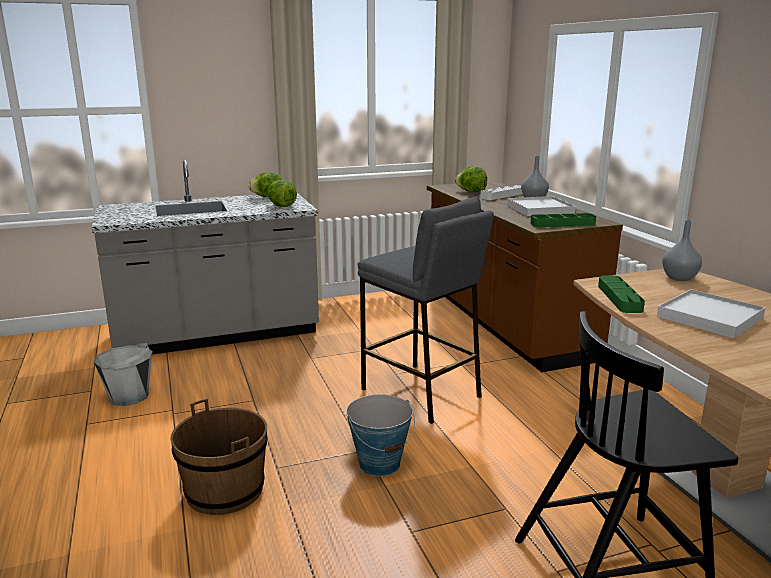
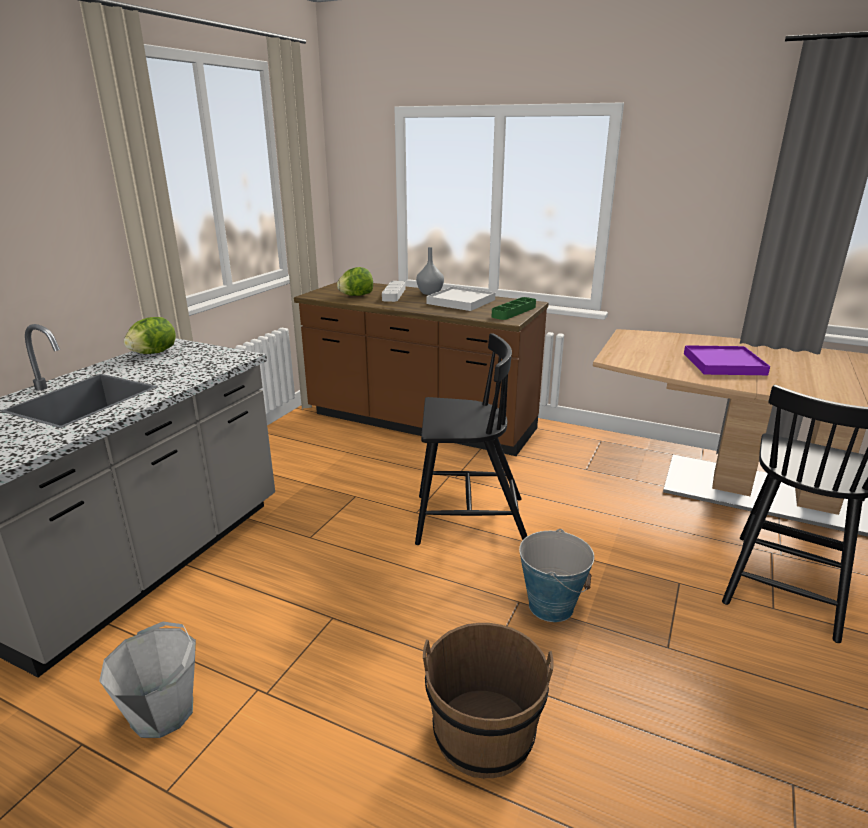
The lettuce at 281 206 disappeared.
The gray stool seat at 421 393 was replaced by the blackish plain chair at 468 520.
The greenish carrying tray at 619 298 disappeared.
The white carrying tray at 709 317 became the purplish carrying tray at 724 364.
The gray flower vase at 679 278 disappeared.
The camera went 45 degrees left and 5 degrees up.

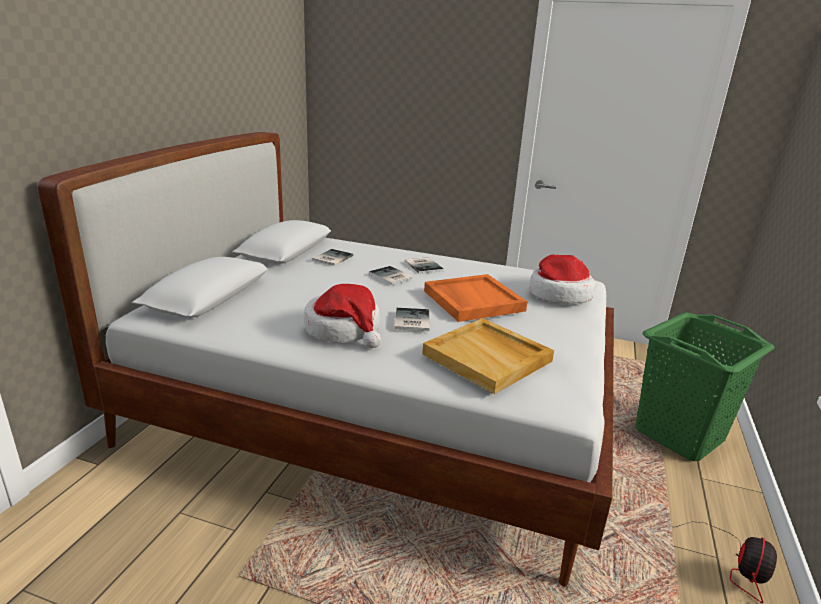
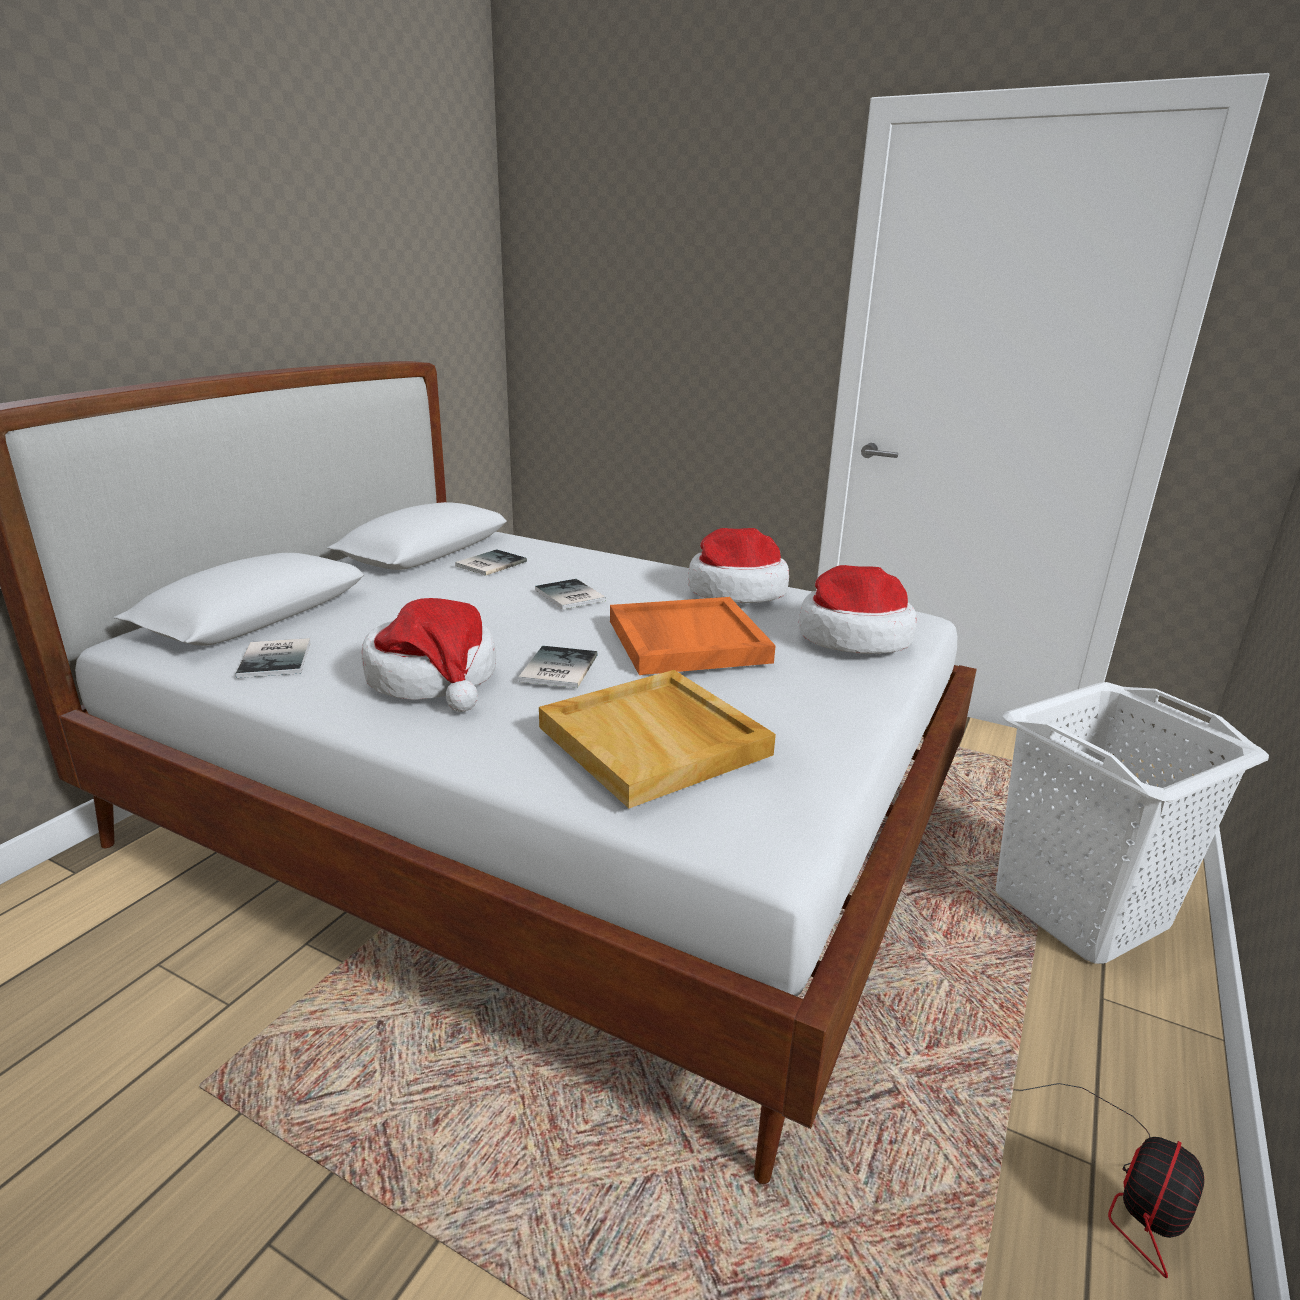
The volume moved from 424 265 to 278 658.
The greenish washing basket at 680 434 became the white washing basket at 1081 909.
The clothing hat at 736 591 appeared.
The camera went 10 degrees right and 0 degrees up.

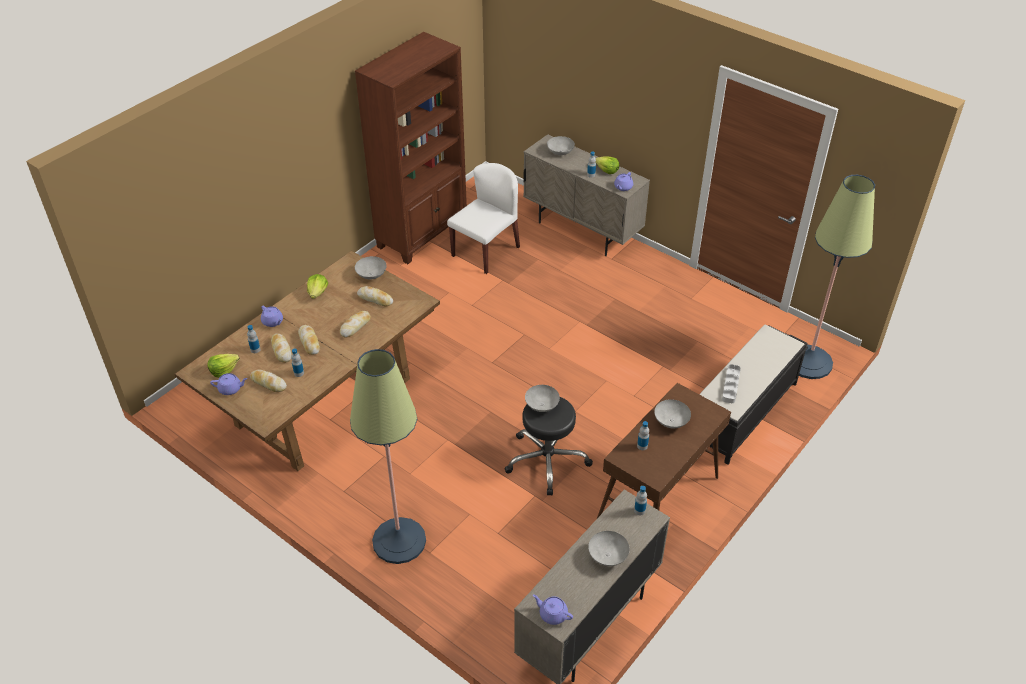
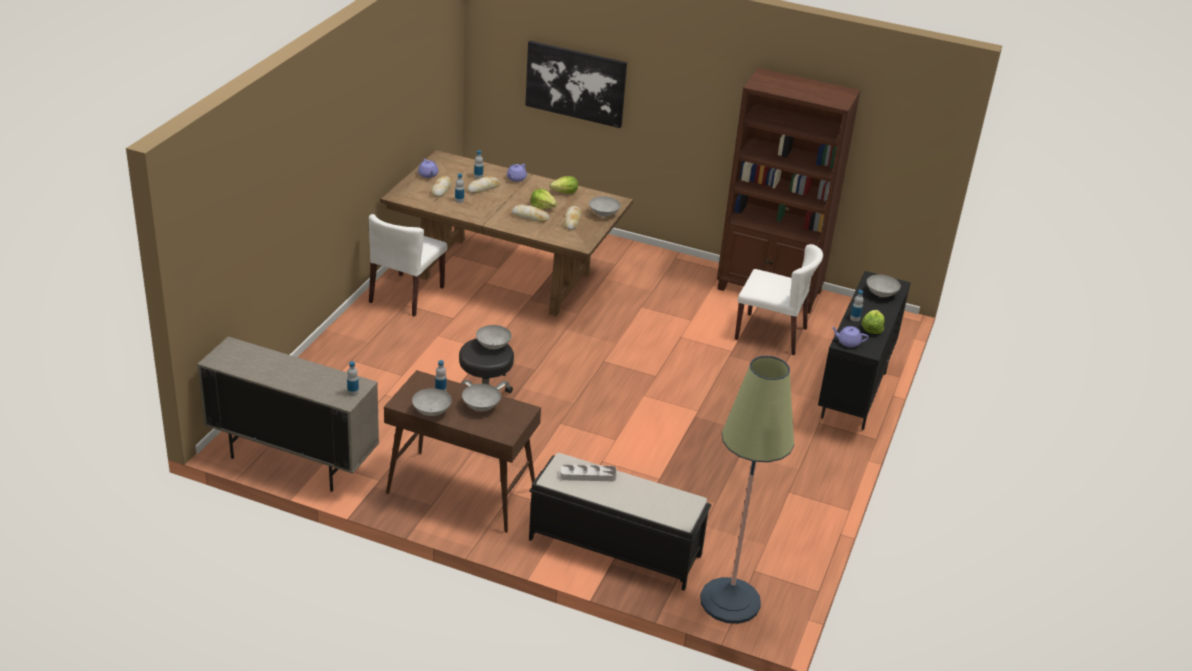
The lettuce moved from 223 370 to 543 206.
The bakery bread at 309 342 disappeared.
The floor lamp at 399 541 disappeared.
The beige-coloured cabinet at 582 231 became the blackish cabinet at 853 395.
The purplish tea pot at 552 614 disappeared.
The gray deep dish moved from 608 556 to 431 412.
The white plain chair at 406 295 appeared.
The wall art at 575 83 appeared.
The camera went 70 degrees right and 10 degrees down.

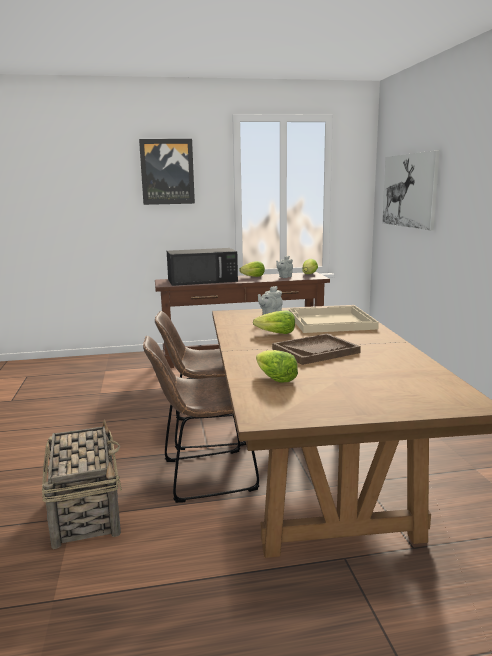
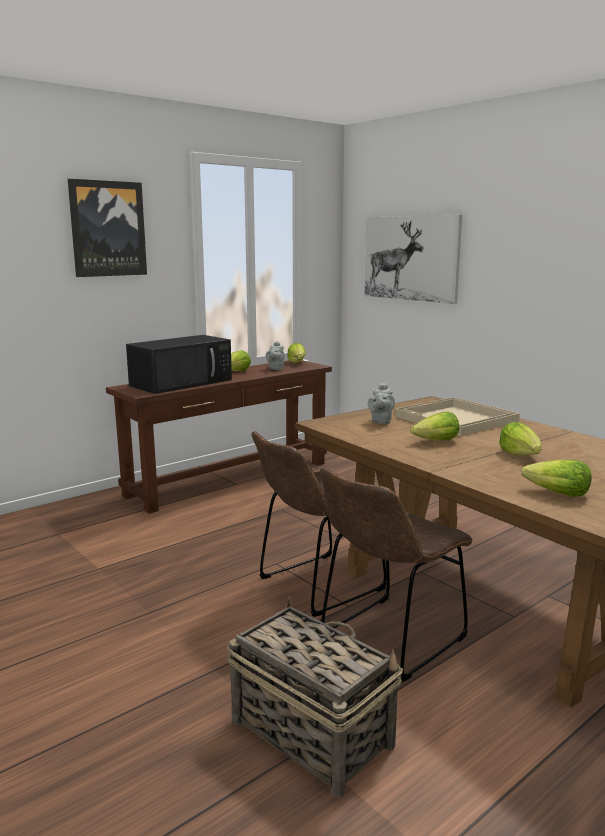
The brownish carrying tray at 315 351 was replaced by the lettuce at 521 455.
The camera went 30 degrees left and 0 degrees up.

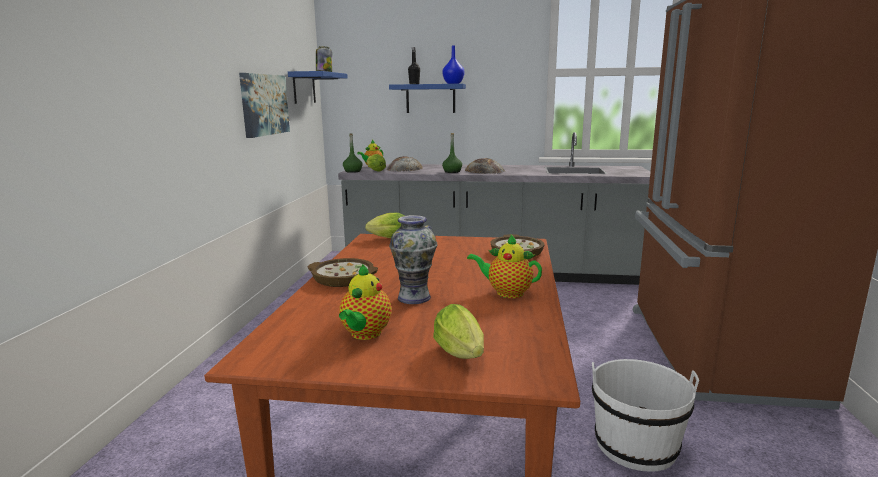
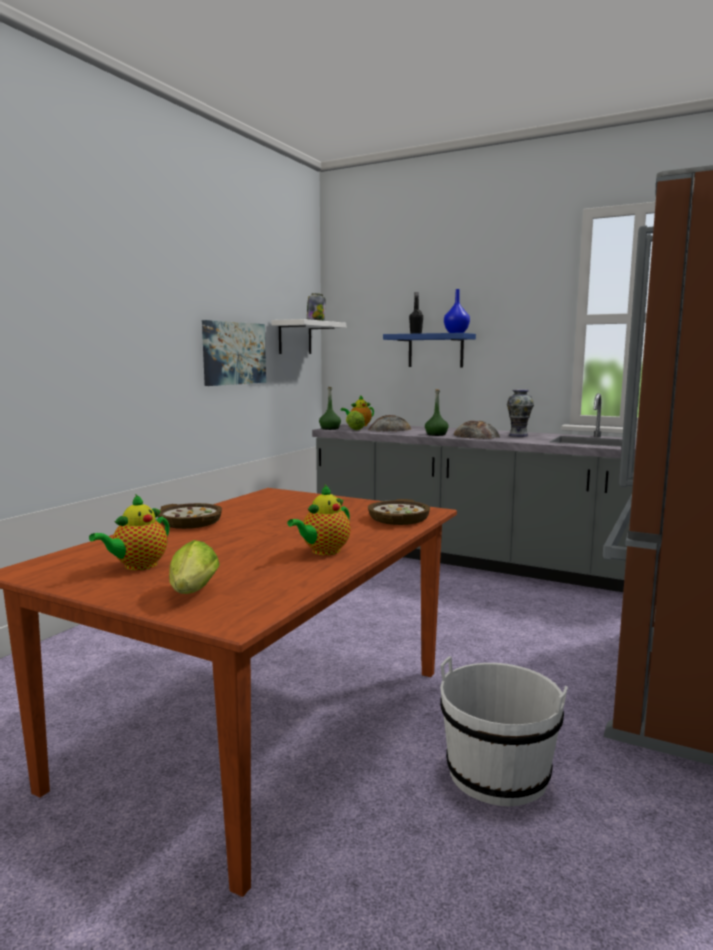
The bluish shelf at 304 88 became the white shelf at 295 338.
The lettuce at 387 238 disappeared.
The flower vase moved from 414 297 to 518 435.
The tea pot at 506 293 turned 90 degrees counterclockwise.
The camera went 20 degrees right and 5 degrees down.

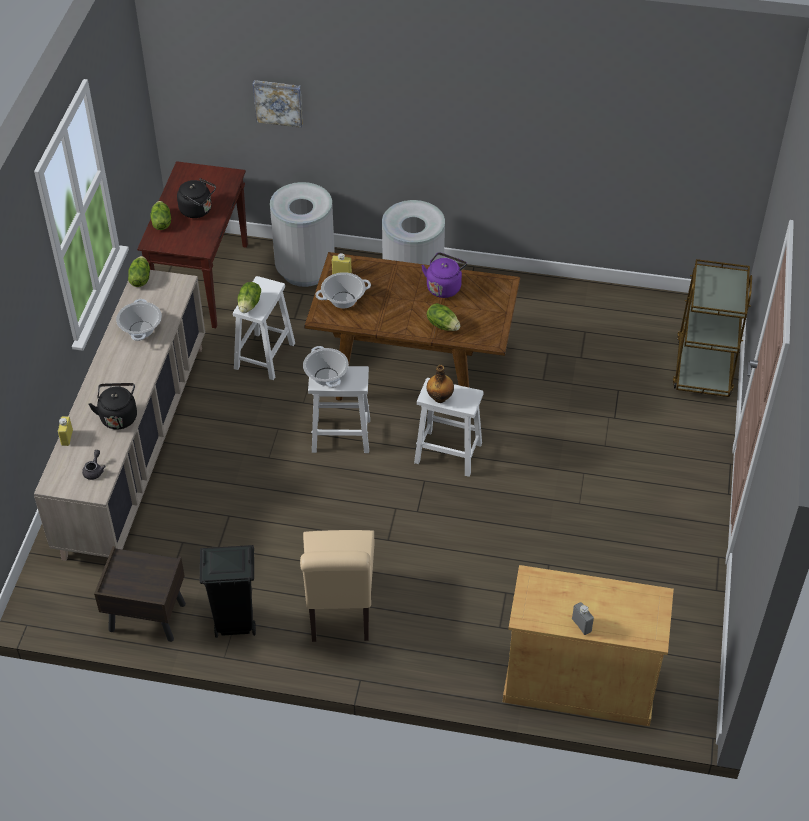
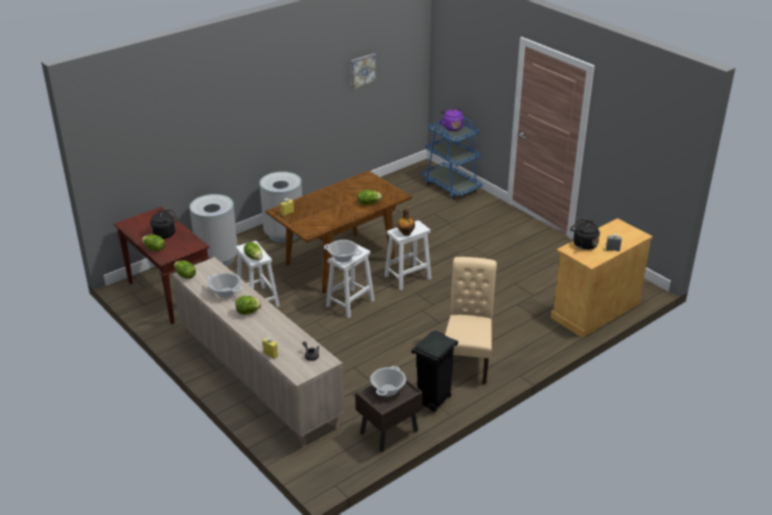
The blackish water kettle moved from 118 416 to 583 244.
The wall art moved from 278 102 to 362 70.
The beige-coloured plain chair at 340 611 turned 120 degrees counterclockwise.
The saucepot moved from 343 300 to 388 389.
The purplish water kettle moved from 444 286 to 451 127.
The brownish cart at 703 366 became the bluish cart at 451 186.
The lettuce at 248 312 appeared.
The camera went 50 degrees left and 15 degrees down.

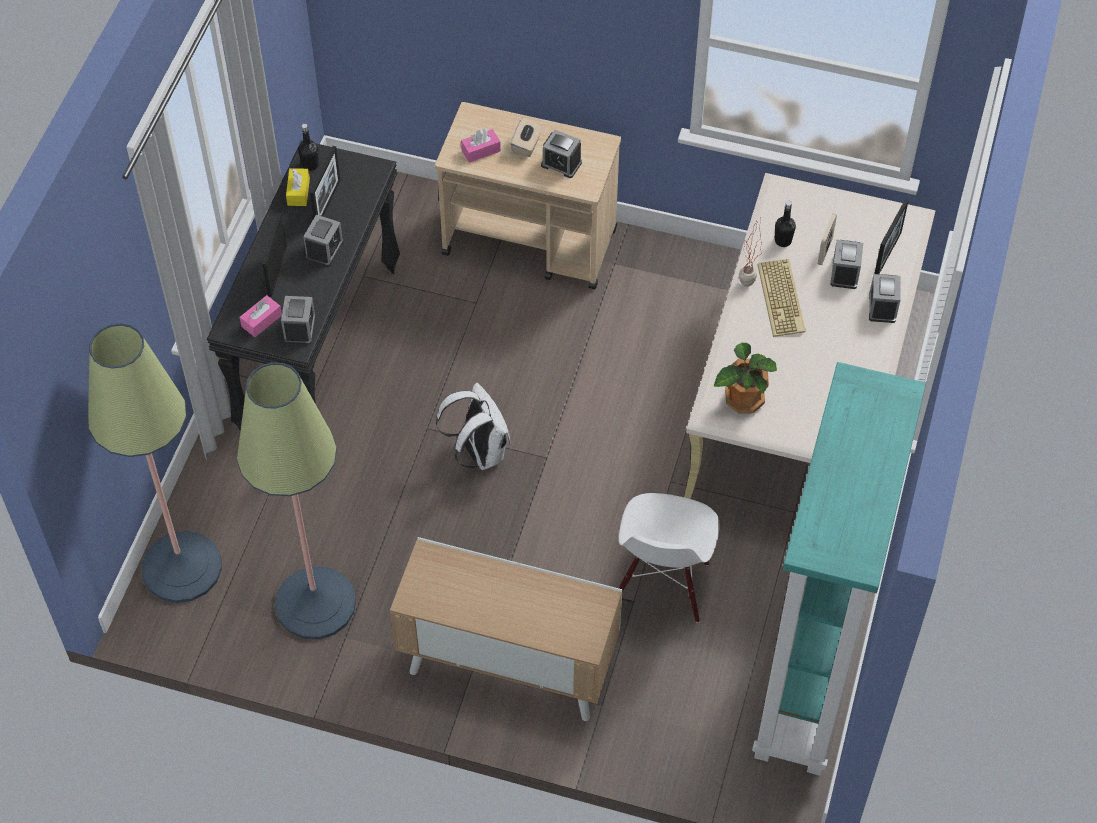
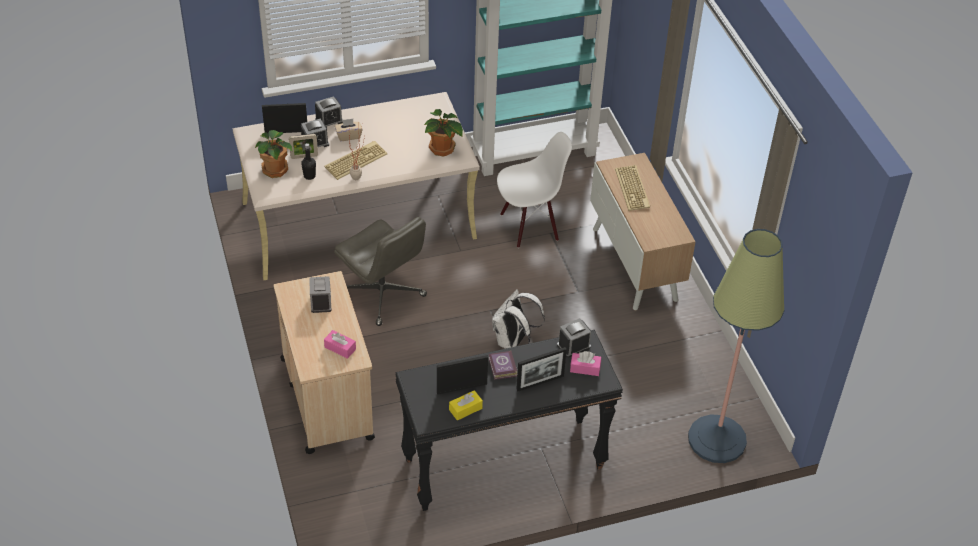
The floor lamp at 315 603 disappeared.
The blackish beverage bottle at 310 165 disappeared.
The bedside clock at 324 250 was replaced by the volume at 502 368.
The beige-coloured box of tissues moved from 526 145 to 348 136.
The potted plant at 276 169 appeared.
The gray computer chair at 383 294 appeared.
The PC keyboard at 633 189 appeared.
The camera went 125 degrees left and 10 degrees down.

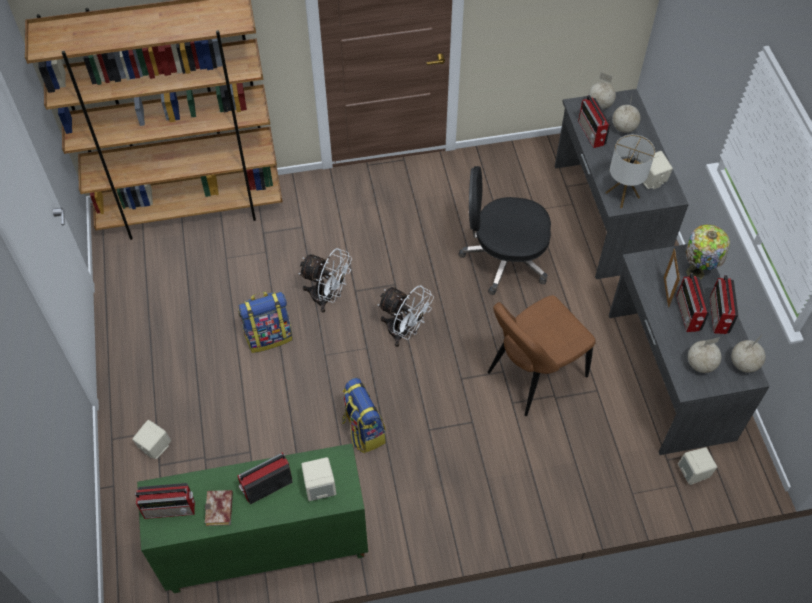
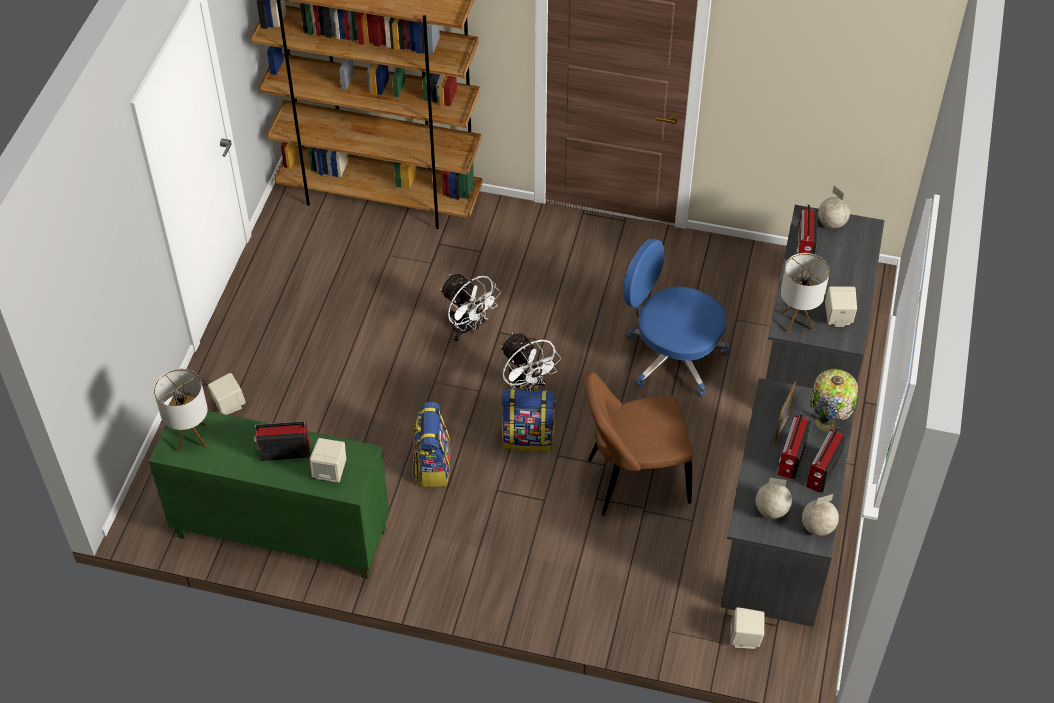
The radio receiver at 171 509 was replaced by the lamp for a table at 191 437.
The volume at 220 511 disappeared.
The backpack moved from 269 336 to 528 437.
The blackish computer chair at 504 259 became the bluish computer chair at 672 356.
The globe at 624 128 disappeared.
The camera went 25 degrees right and 5 degrees down.

